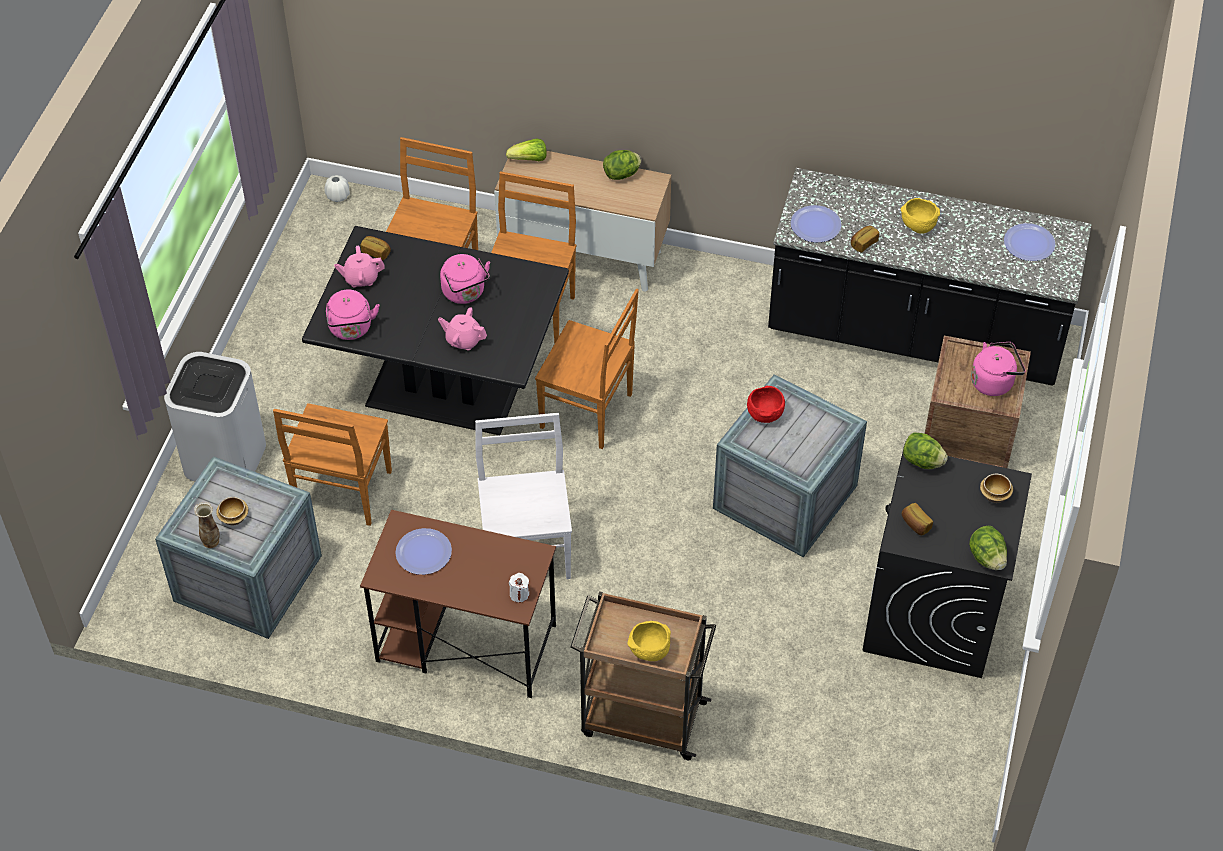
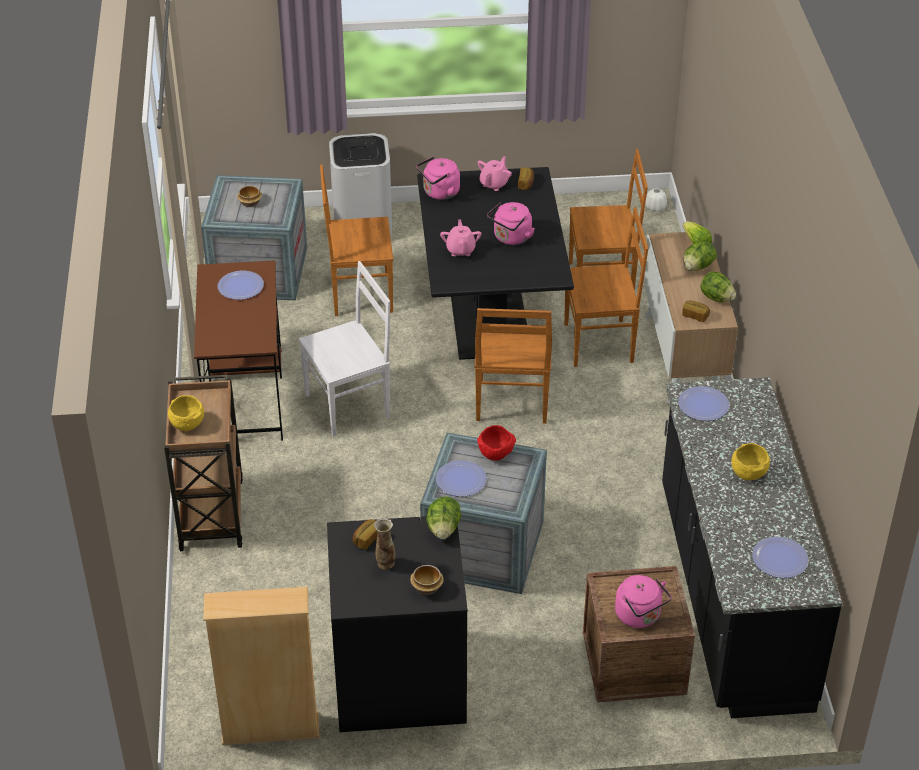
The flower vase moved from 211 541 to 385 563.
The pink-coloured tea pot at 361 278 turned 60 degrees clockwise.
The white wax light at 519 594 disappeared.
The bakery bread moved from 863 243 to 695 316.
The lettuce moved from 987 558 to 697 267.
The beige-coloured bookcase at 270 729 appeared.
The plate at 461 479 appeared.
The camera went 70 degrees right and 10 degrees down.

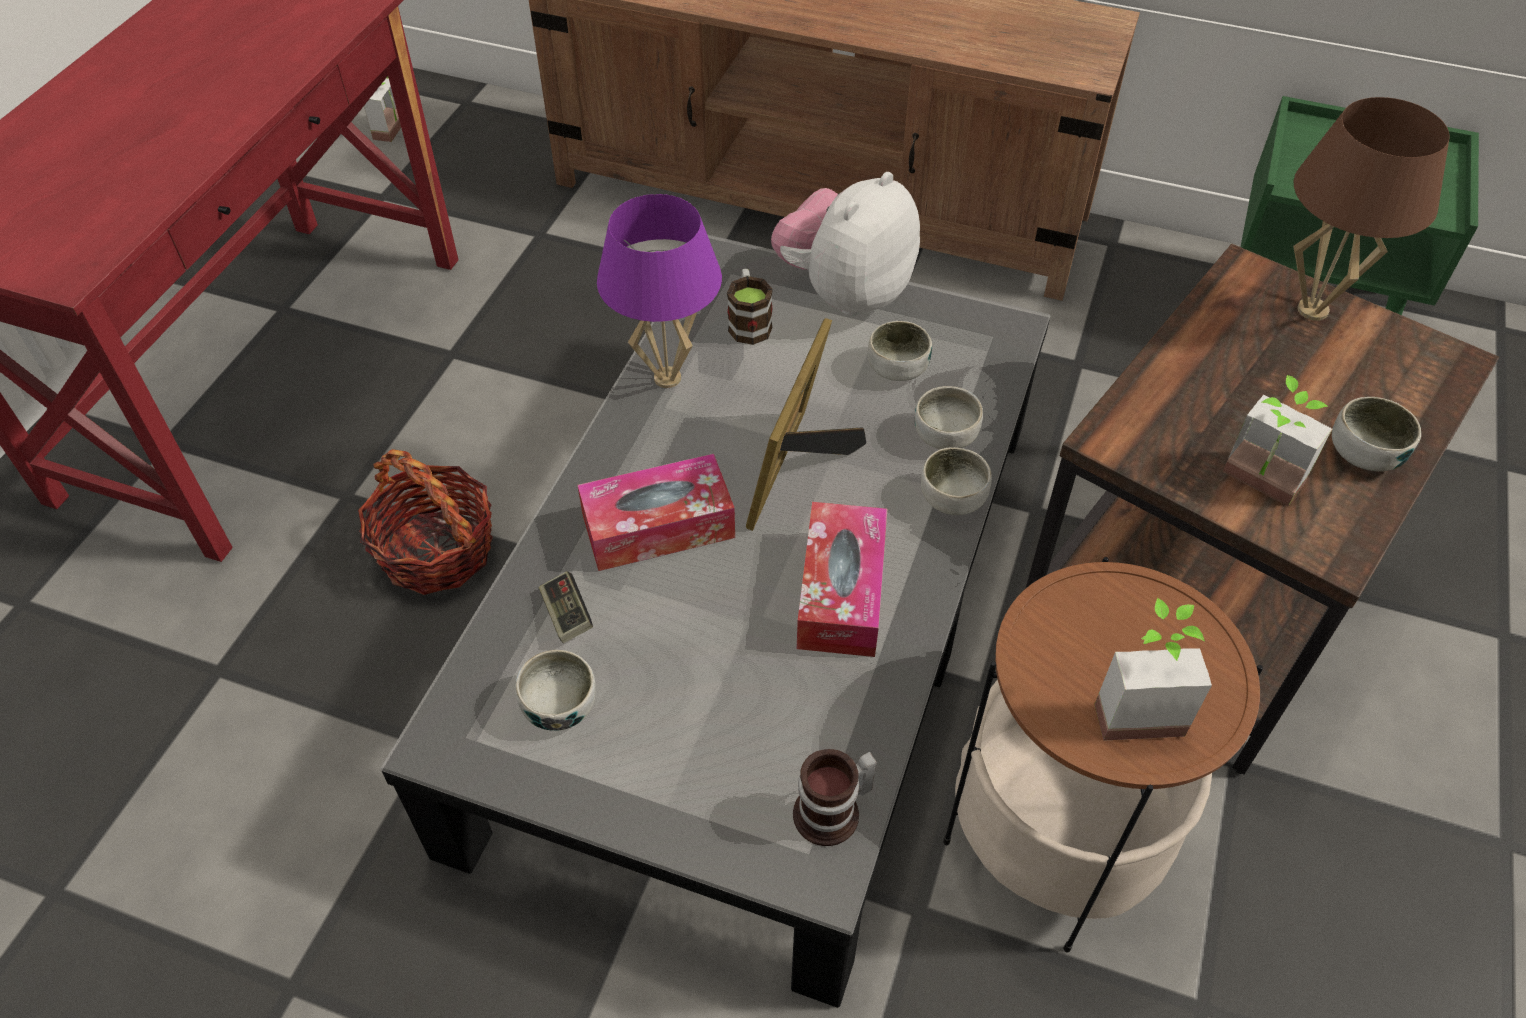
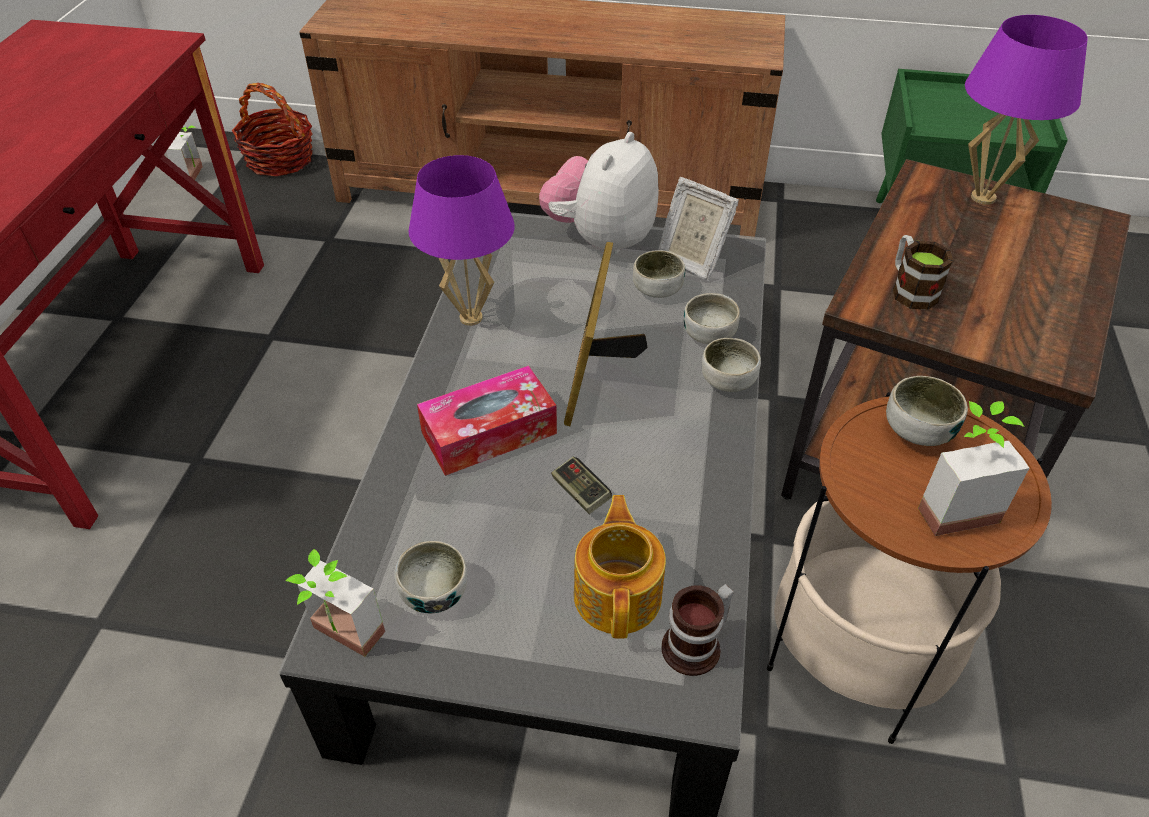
The household basket moved from 437 550 to 280 160.
The gamepad moved from 567 615 to 581 492.
The mug moved from 749 322 to 910 289.
The box of tissues at 841 592 disappeared.
The potted plant moved from 1255 487 to 340 640.
The brownish lamp for a table at 1312 309 became the purplish lamp for a table at 983 197.
The deep dish moved from 1364 453 to 918 429.
The tea pot at 619 594 appeared.
The photo frame at 690 260 appeared.
The camera went 10 degrees left and 5 degrees down.

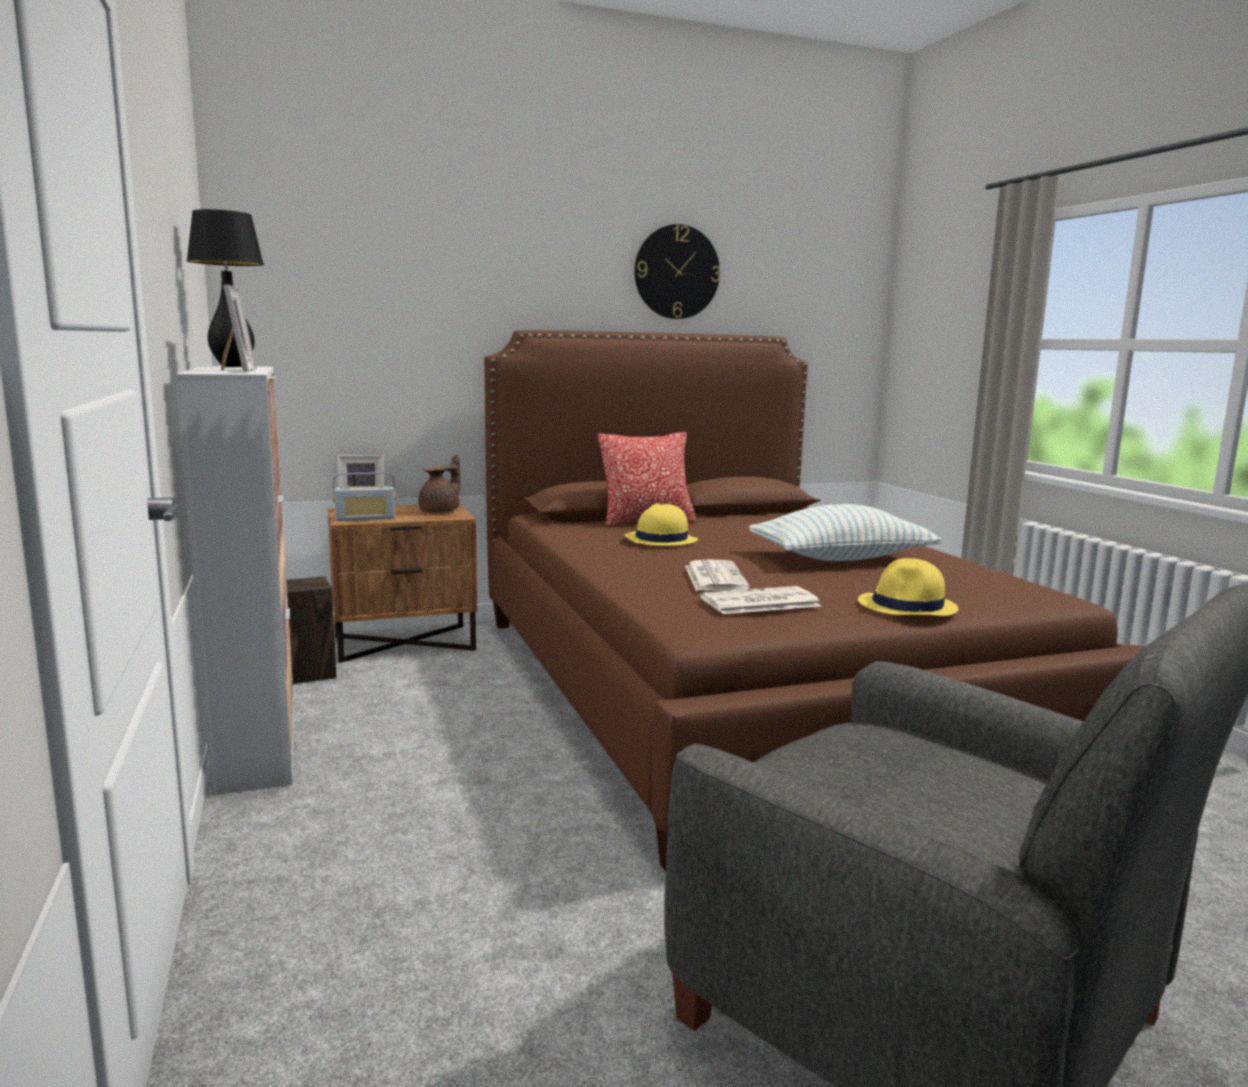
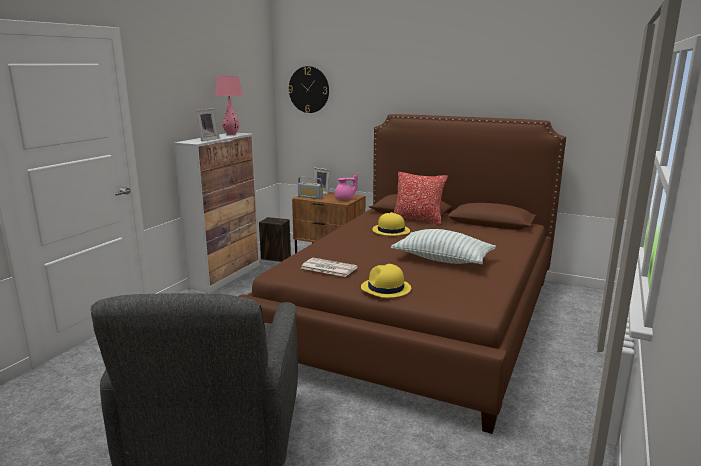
The blackish lamp for a table at 233 366 became the pink-coloured lamp for a table at 231 134.
The brownish tea pot at 441 511 became the pink-coloured tea pot at 345 199.
The hanging clock moved from 676 272 to 309 89.
The newspaper at 714 577 disappeared.
The camera went 45 degrees right and 5 degrees up.

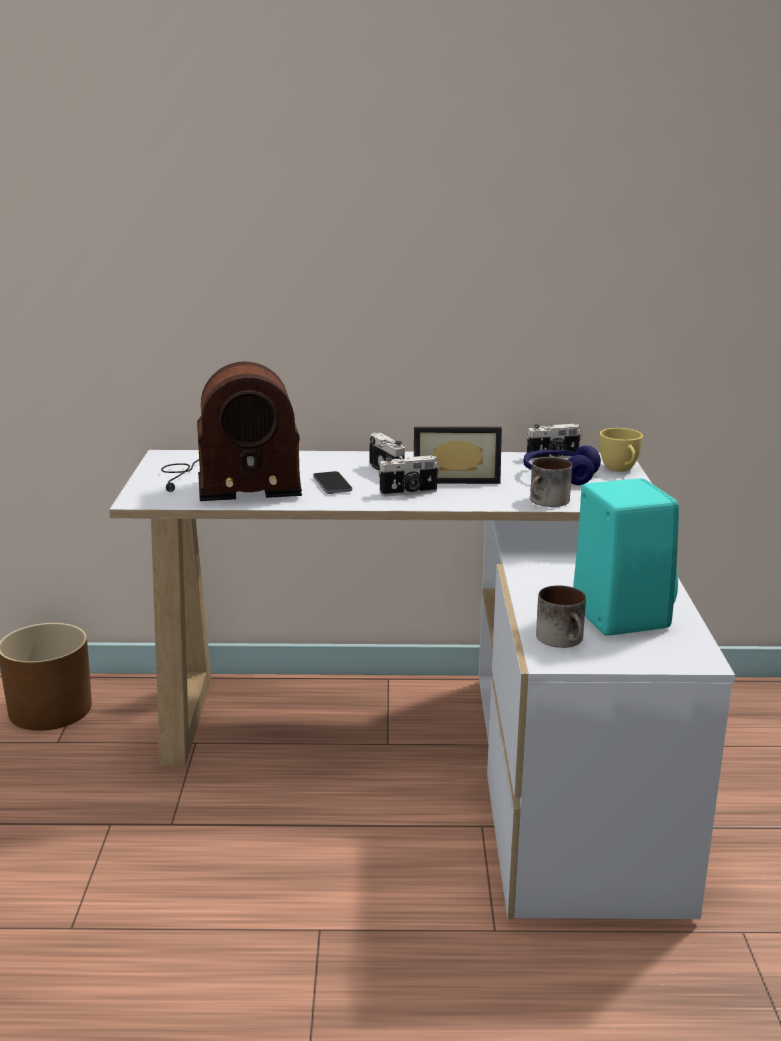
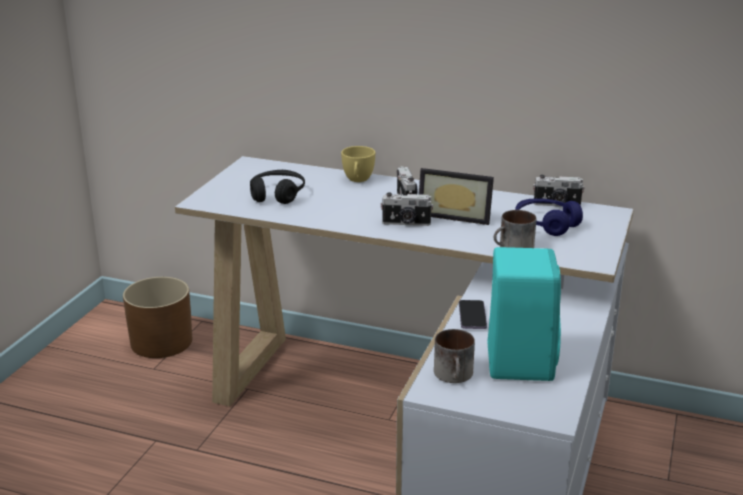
The radio receiver at 230 482 was replaced by the blackish headphones at 277 194.
The telephone moved from 332 484 to 472 316.
The yellowish small cup moved from 620 469 to 358 180.
The camera went 20 degrees right and 5 degrees up.

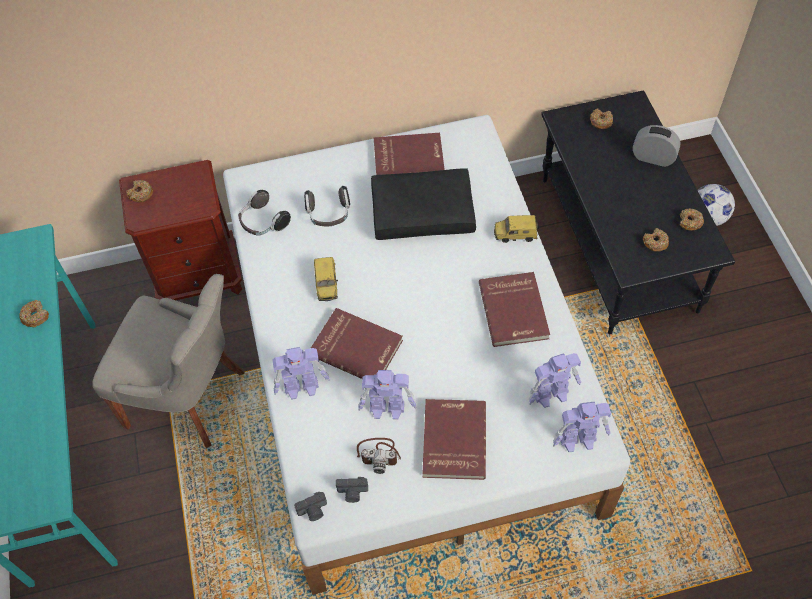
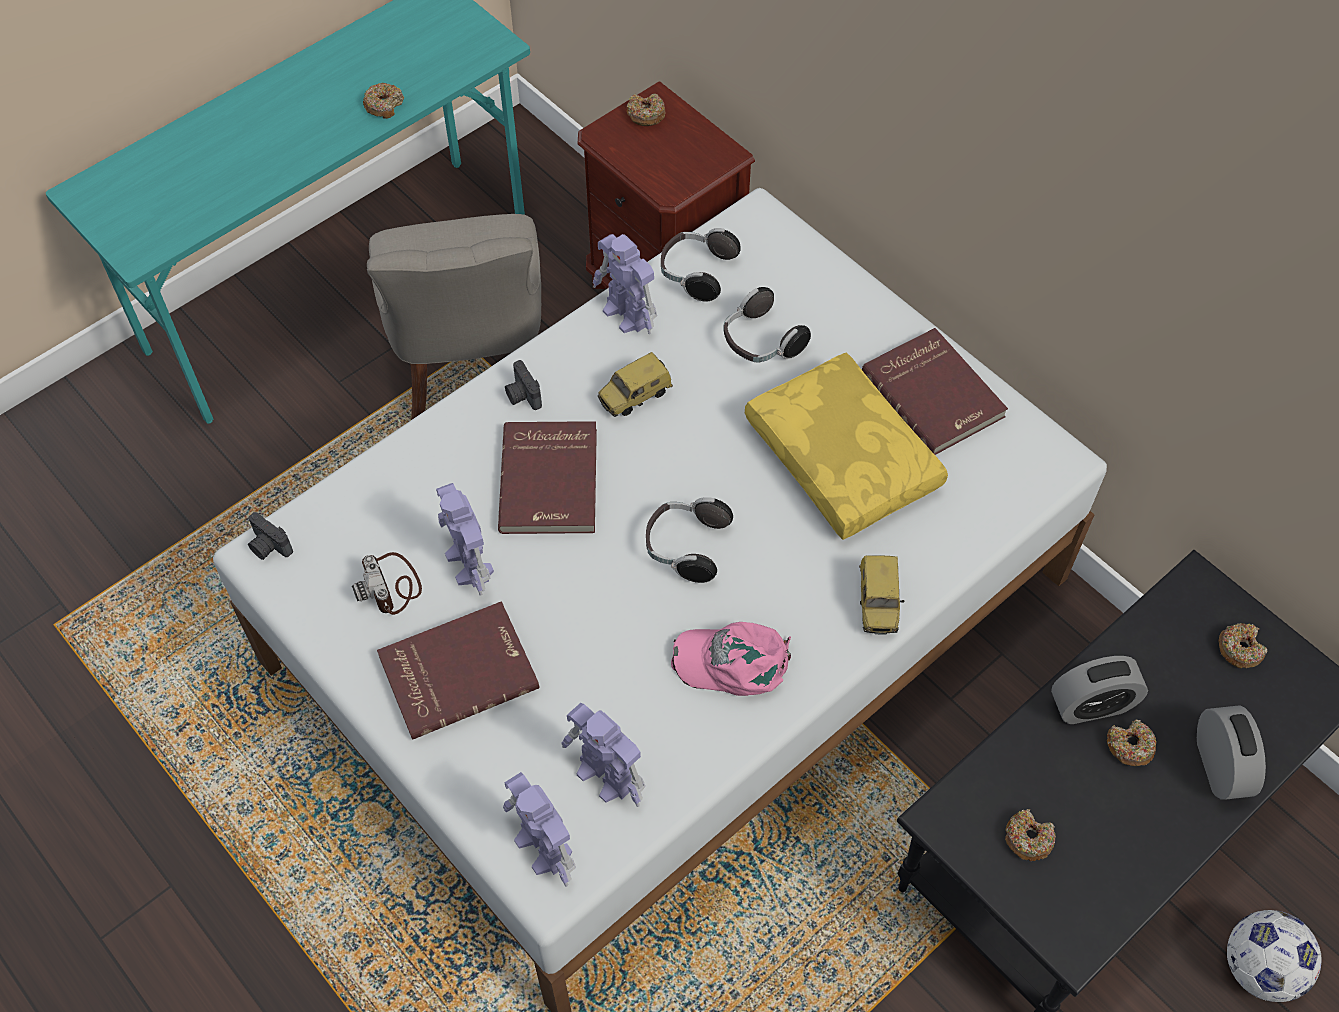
The model robot moved from 302 387 to 627 315.
The photo camera moved from 352 493 to 522 396.
The blackish pillow at 423 211 became the yellowish pillow at 845 457.
The reddish volume at 515 310 was replaced by the pink-coloured cap at 733 661.
The model car at 515 236 turned 150 degrees counterclockwise.
The doughnut moved from 689 222 to 1129 746.
The headphones at 685 547 appeared.
The bedside clock at 1091 705 appeared.
The camera went 60 degrees right and 0 degrees up.

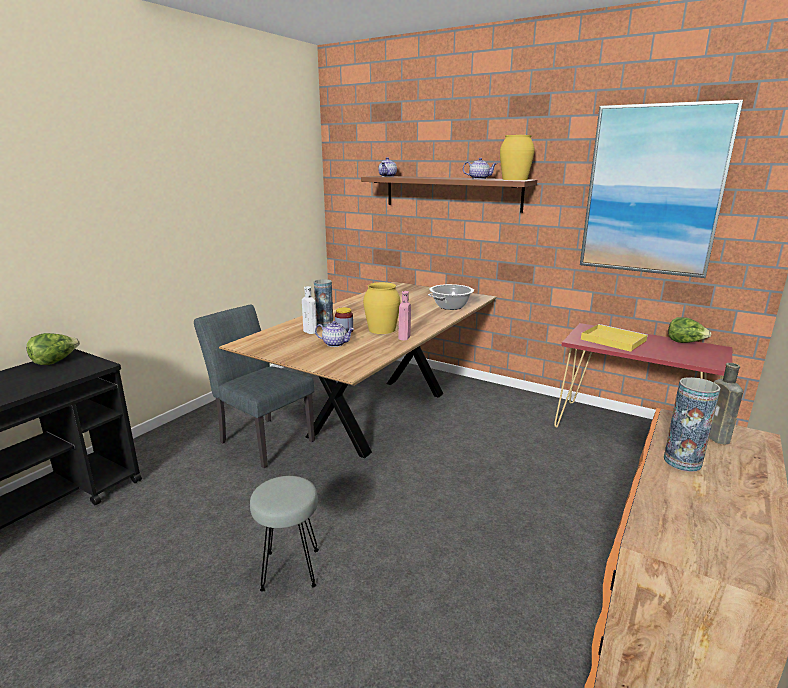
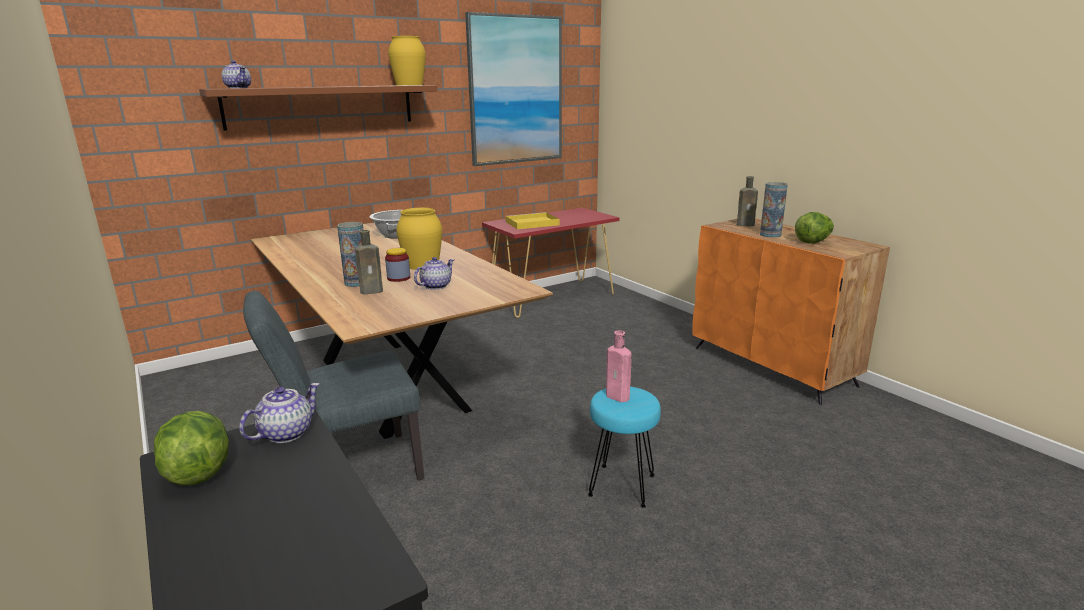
The gray stool seat at 289 569 became the turquoise stool seat at 621 486.
The white beverage bottle at 310 331 became the brownish beverage bottle at 373 291.
The pink-coloured beverage bottle moved from 404 338 to 619 397.
The tea pot moved from 479 178 to 286 433.
The lettuce moved from 685 342 to 813 242.
The camera went 65 degrees left and 0 degrees up.

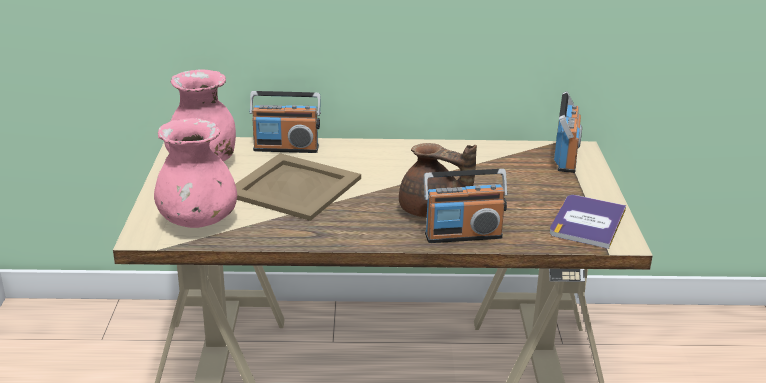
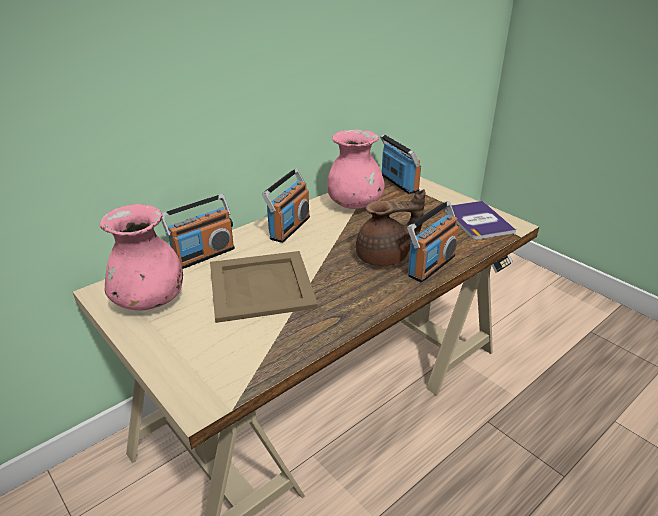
The pink-coloured flower vase moved from 198 221 to 355 204.
The radio receiver at 289 228 appeared.
The camera went 40 degrees left and 5 degrees up.

